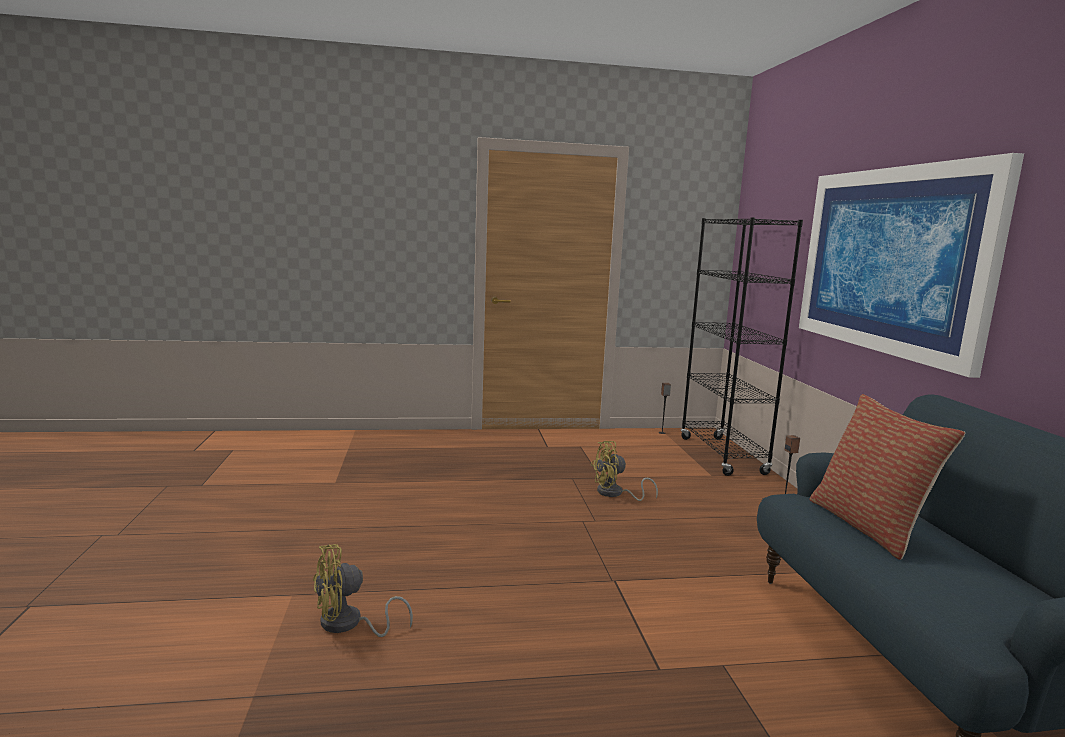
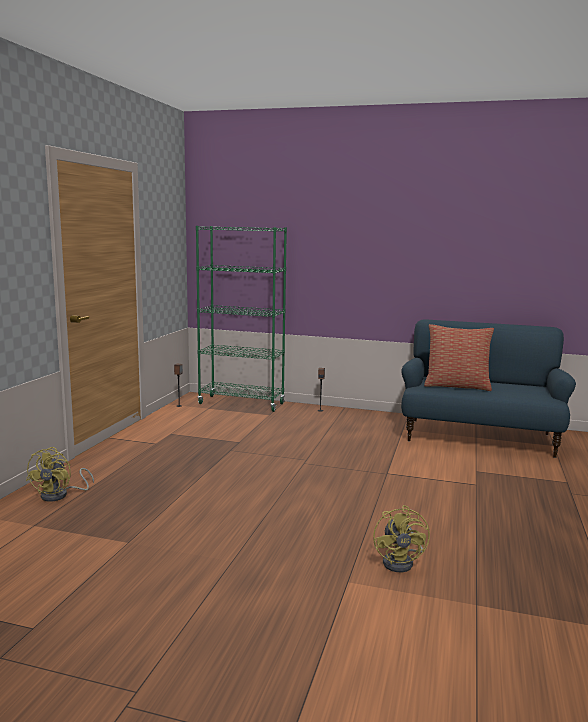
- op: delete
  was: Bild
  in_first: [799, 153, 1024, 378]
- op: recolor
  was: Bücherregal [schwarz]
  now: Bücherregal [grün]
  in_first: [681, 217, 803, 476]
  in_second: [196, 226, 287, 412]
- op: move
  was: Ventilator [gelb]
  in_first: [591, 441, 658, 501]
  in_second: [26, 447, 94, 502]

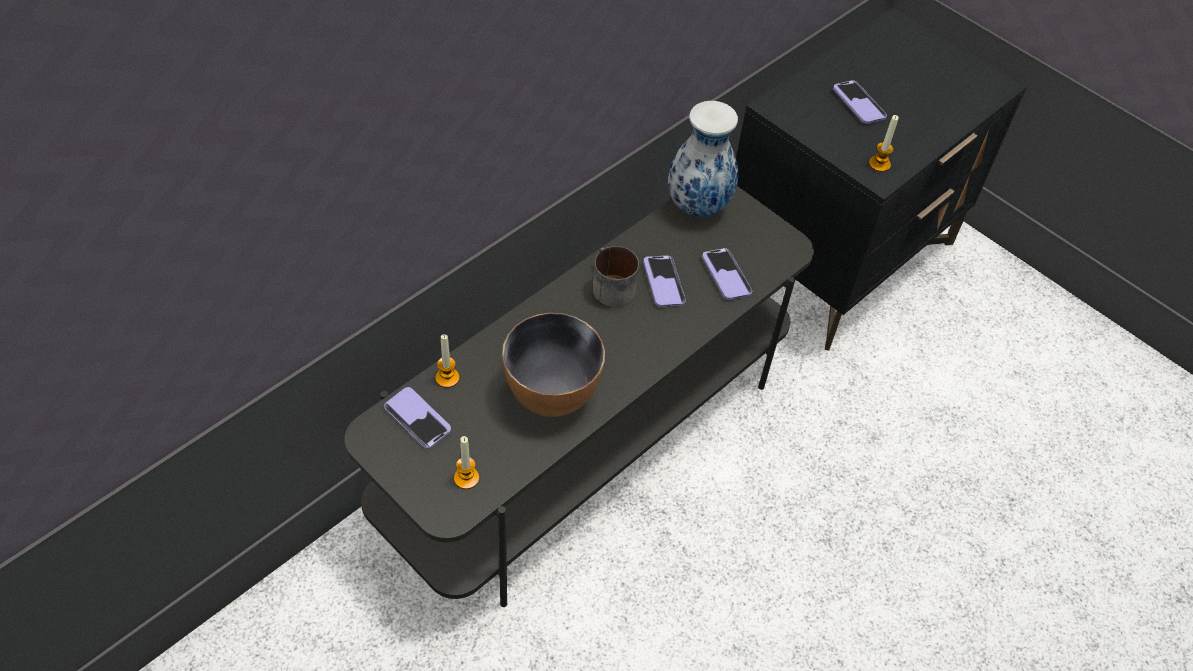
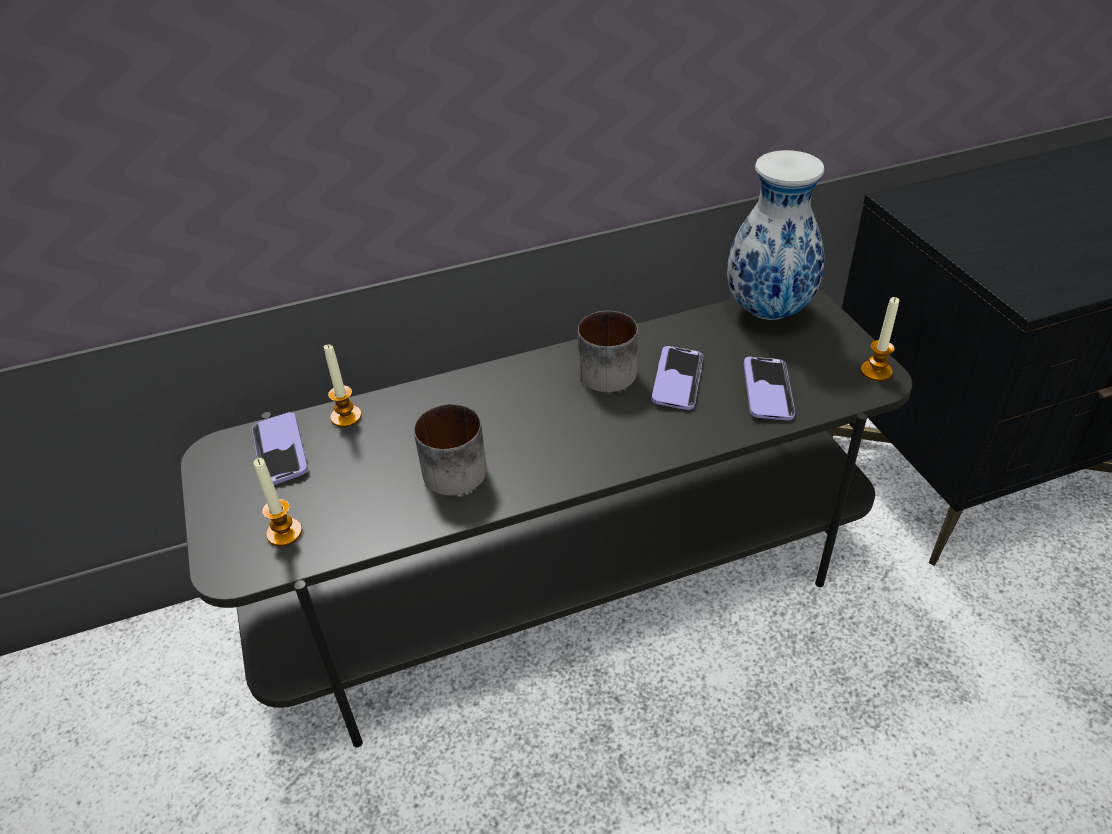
- op: delete
  was: Handy
  in_first: [833, 80, 887, 124]
- op: move
  was: Kerze
  in_first: [869, 115, 899, 172]
  in_second: [861, 297, 899, 381]
- op: replace
  was: Schüssel
  now: Henkelbecher
  in_first: [502, 313, 605, 417]
  in_second: [414, 404, 487, 496]

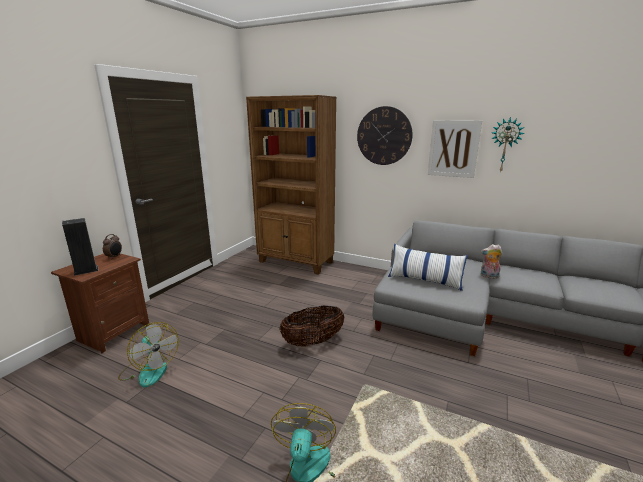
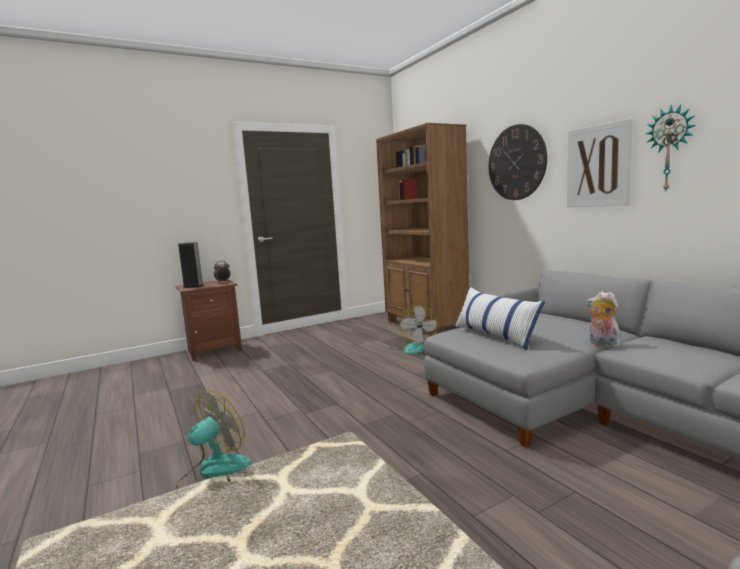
- op: delete
  was: Korb
  in_first: [279, 306, 345, 346]
- op: move
  was: Ventilator
  in_first: [118, 322, 179, 387]
  in_second: [390, 305, 438, 355]

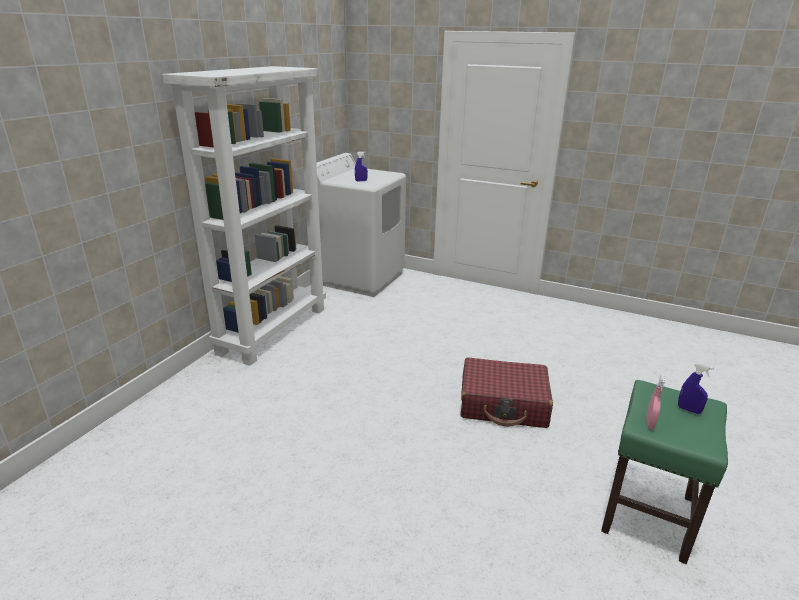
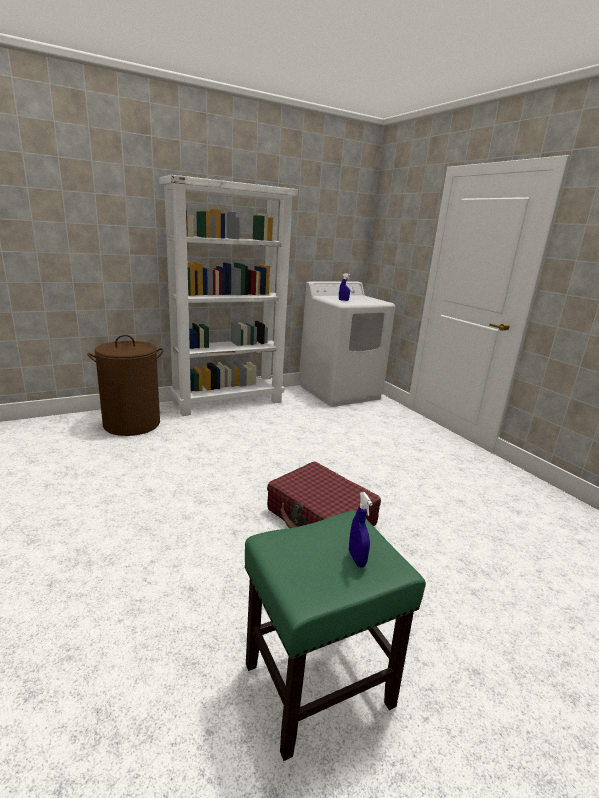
- op: delete
  was: Sprühflasche [rosa]
  in_first: [646, 374, 665, 429]
- op: insert
  now: Wäschekorb [braun]
  in_second: [87, 335, 163, 436]

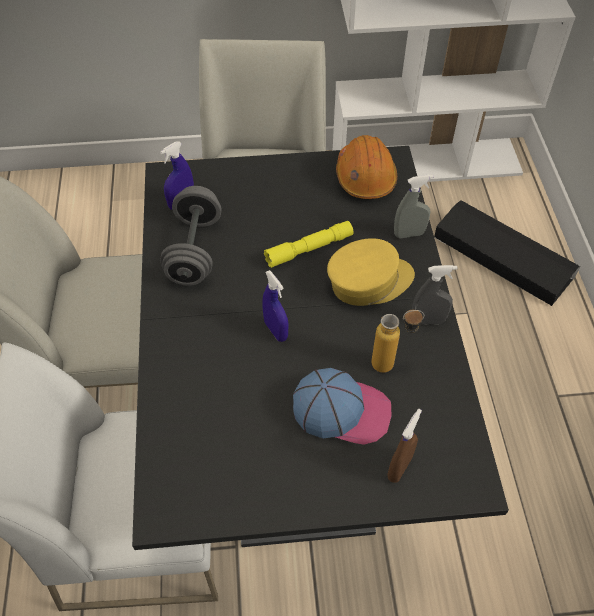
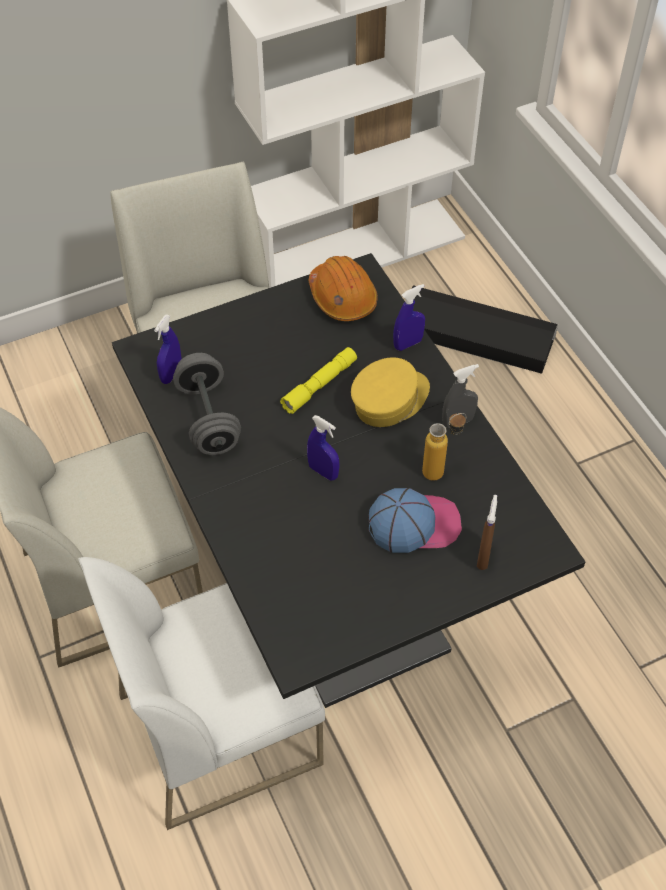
- op: recolor
  was: Sprühflasche [grau]
  now: Sprühflasche [blau]
  in_first: [394, 175, 434, 238]
  in_second: [393, 284, 425, 351]

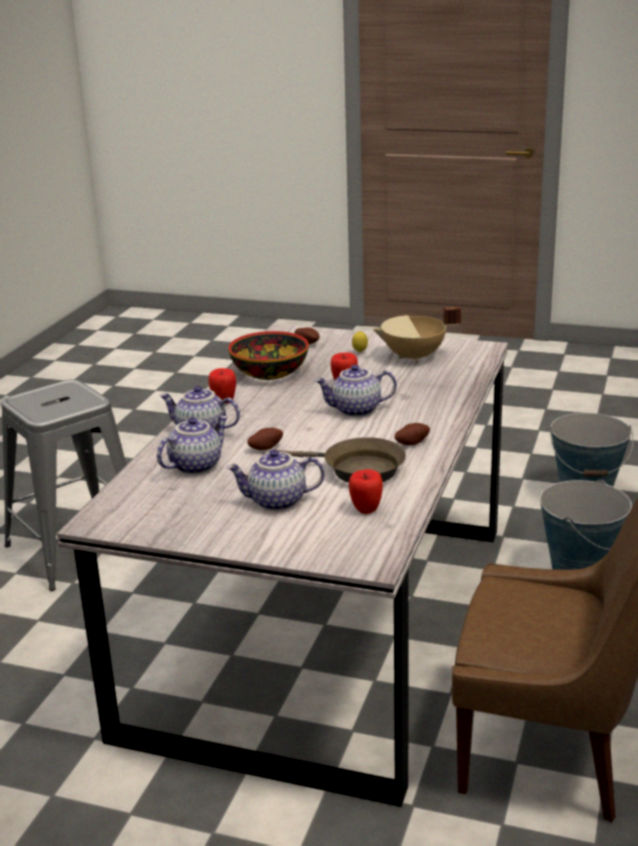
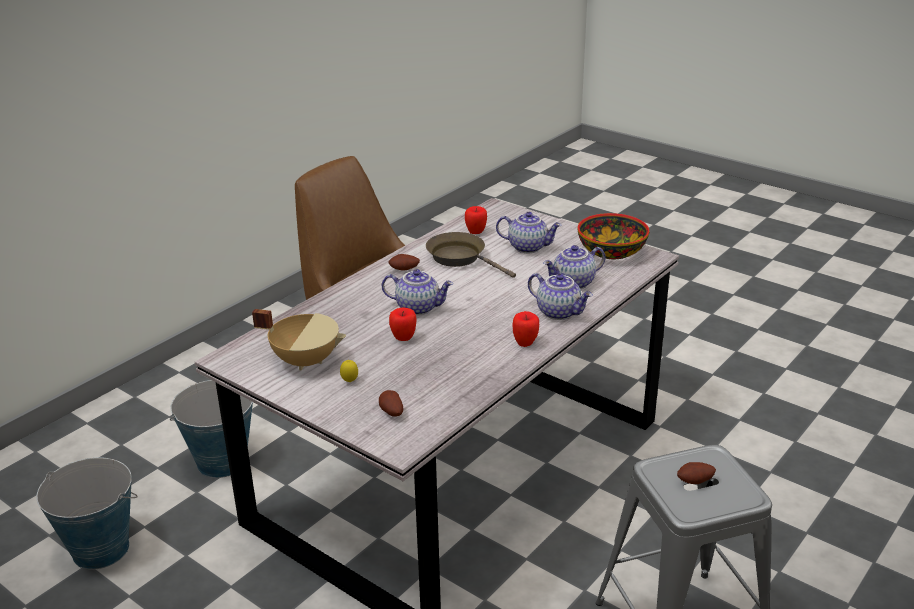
- op: move
  was: Schüssel
  in_first: [228, 331, 309, 380]
  in_second: [577, 213, 649, 259]
- op: move
  was: Kartoffel
  in_first: [247, 428, 283, 450]
  in_second: [677, 462, 716, 484]

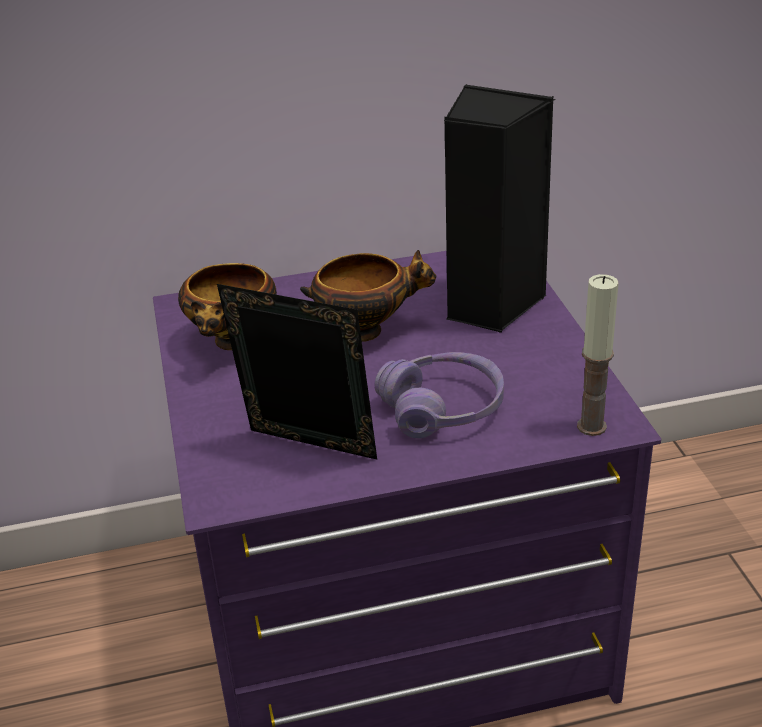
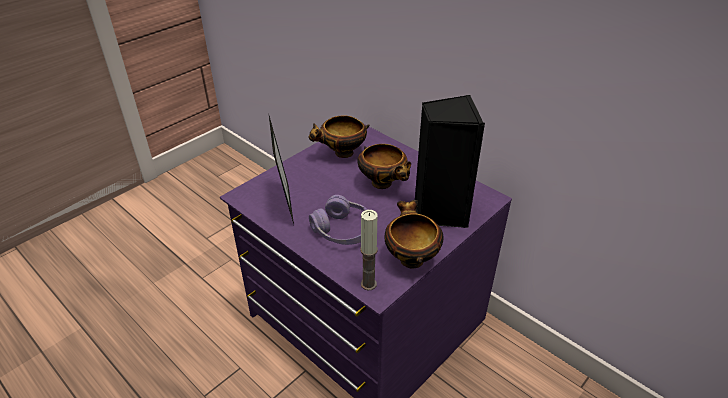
- op: insert
  now: Schüssel
  in_second: [384, 200, 443, 268]

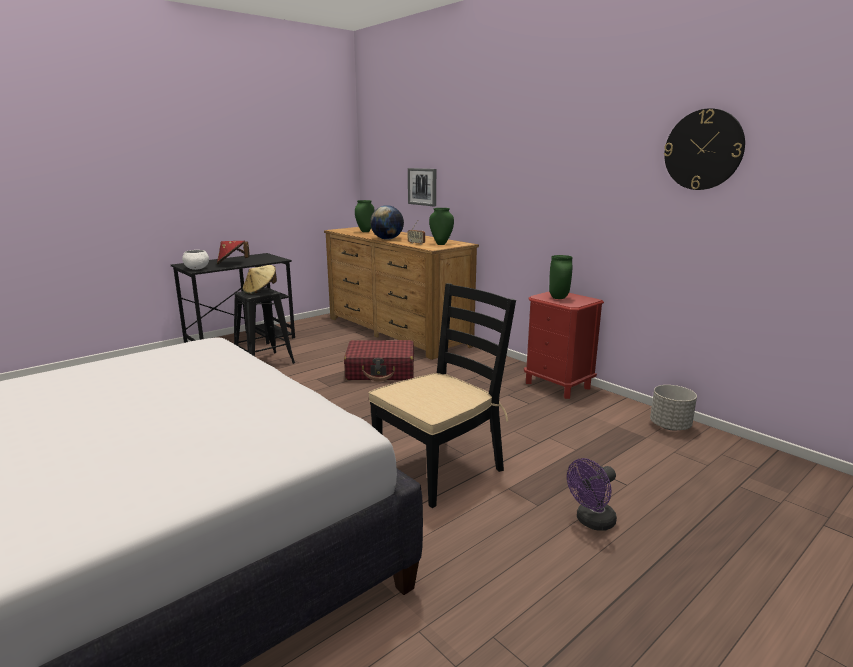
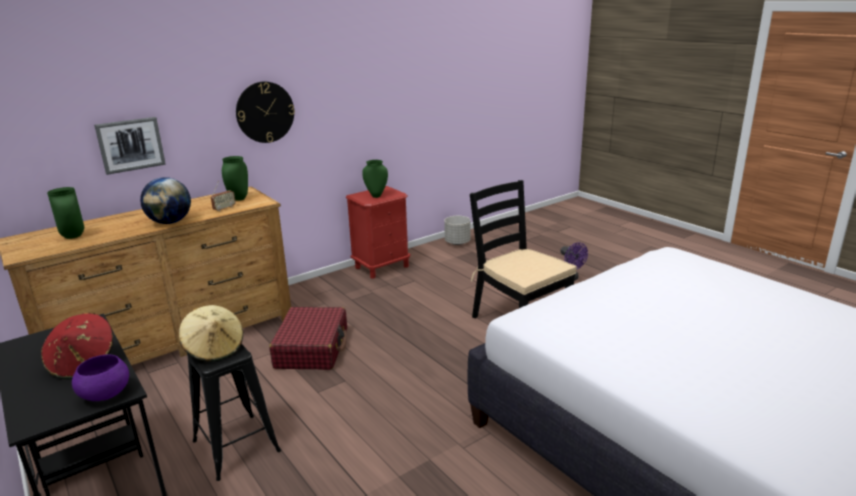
- op: move
  was: Wanduhr
  in_first: [664, 108, 745, 190]
  in_second: [236, 82, 295, 143]
- op: recolor
  was: Schüssel [weiß]
  now: Schüssel [lila]
  in_first: [182, 250, 209, 270]
  in_second: [72, 354, 129, 401]

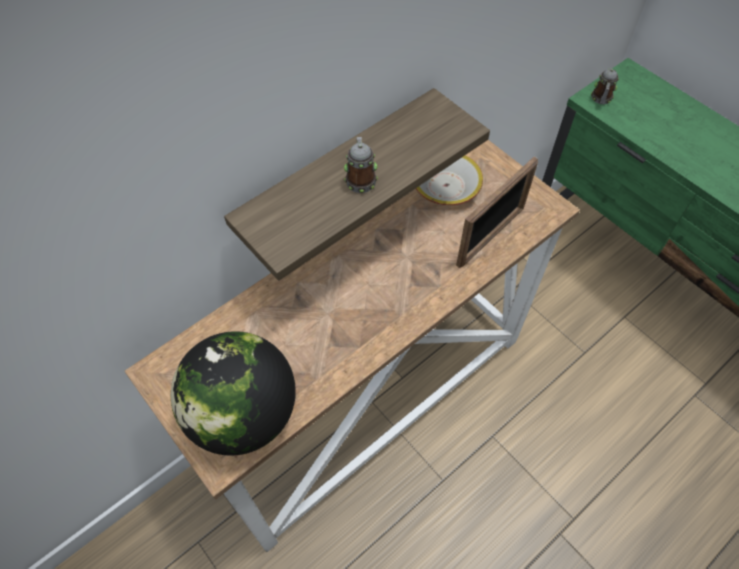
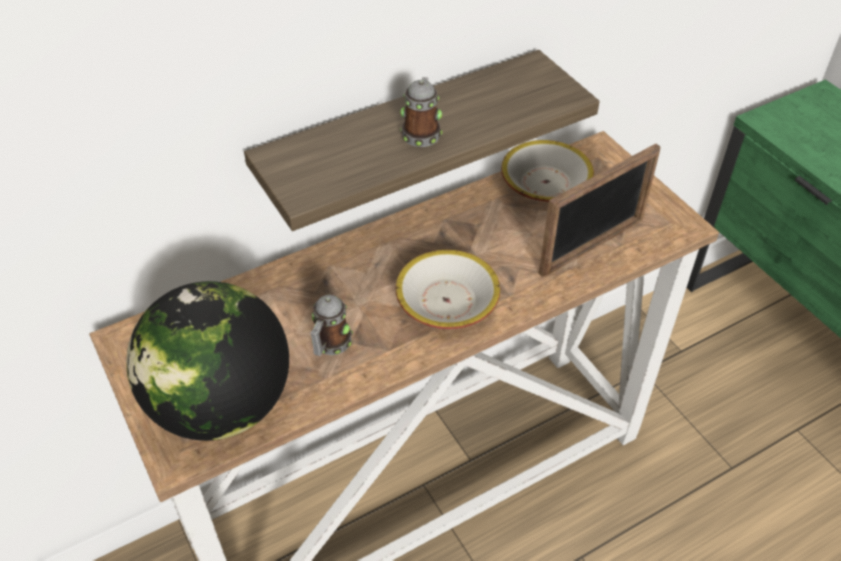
- op: move
  was: Henkelbecher
  in_first: [591, 69, 619, 104]
  in_second: [310, 295, 353, 357]
- op: insert
  now: Schüssel
  in_second: [396, 249, 500, 329]

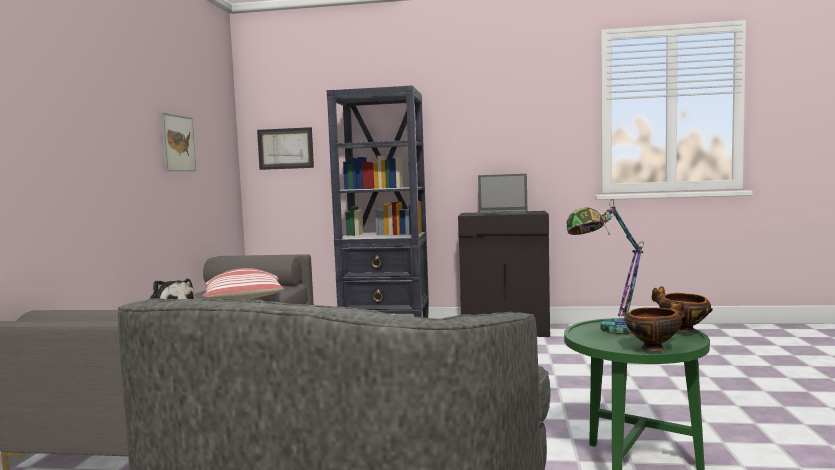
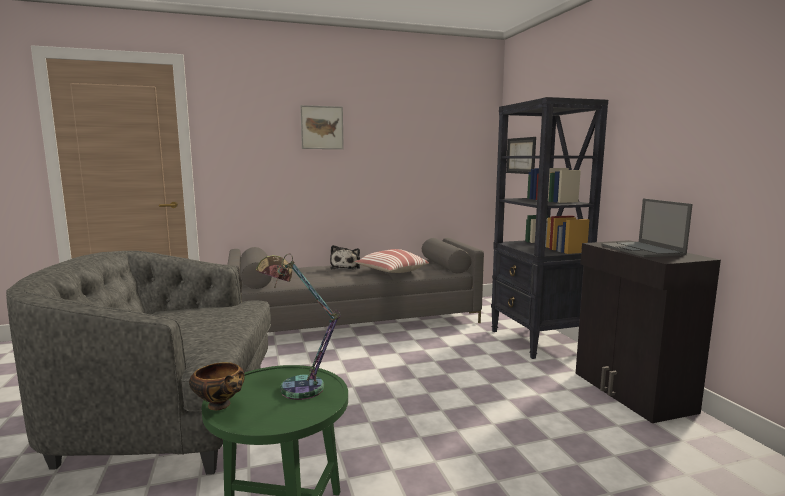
- op: move
  was: Bild
  in_first: [161, 112, 196, 171]
  in_second: [300, 105, 344, 149]
- op: delete
  was: Schüssel
  in_first: [652, 286, 713, 333]

